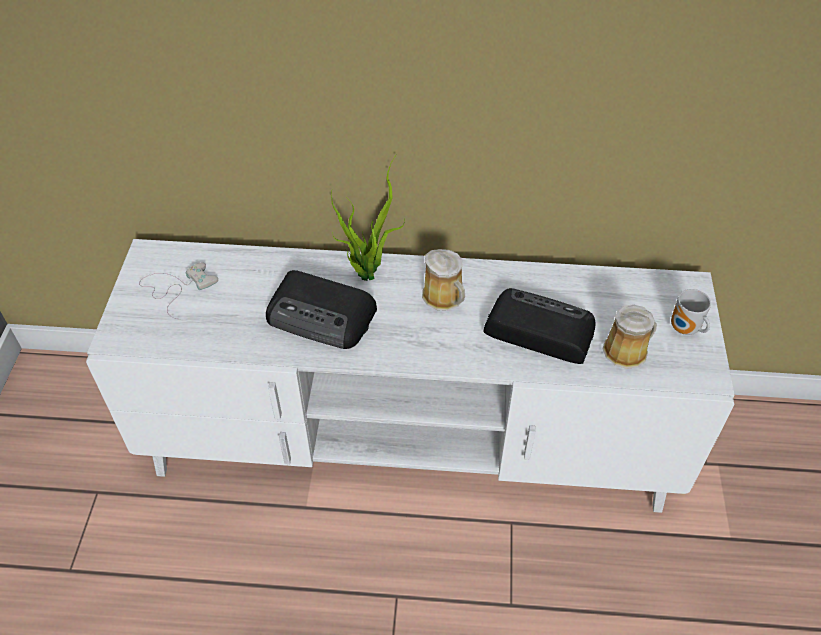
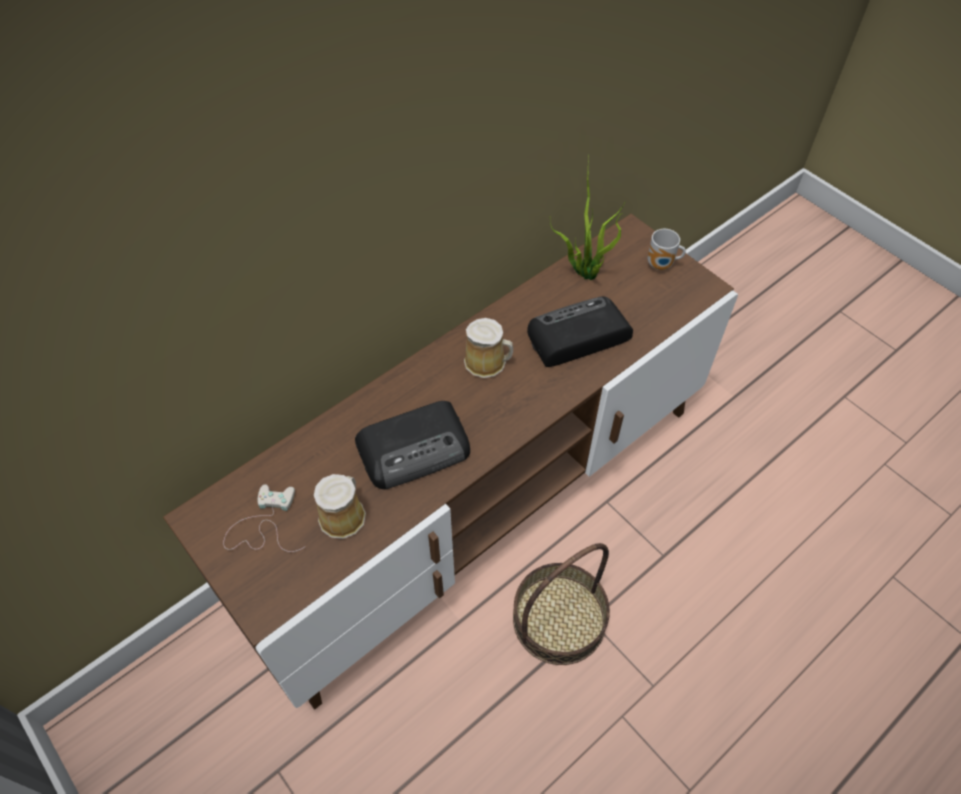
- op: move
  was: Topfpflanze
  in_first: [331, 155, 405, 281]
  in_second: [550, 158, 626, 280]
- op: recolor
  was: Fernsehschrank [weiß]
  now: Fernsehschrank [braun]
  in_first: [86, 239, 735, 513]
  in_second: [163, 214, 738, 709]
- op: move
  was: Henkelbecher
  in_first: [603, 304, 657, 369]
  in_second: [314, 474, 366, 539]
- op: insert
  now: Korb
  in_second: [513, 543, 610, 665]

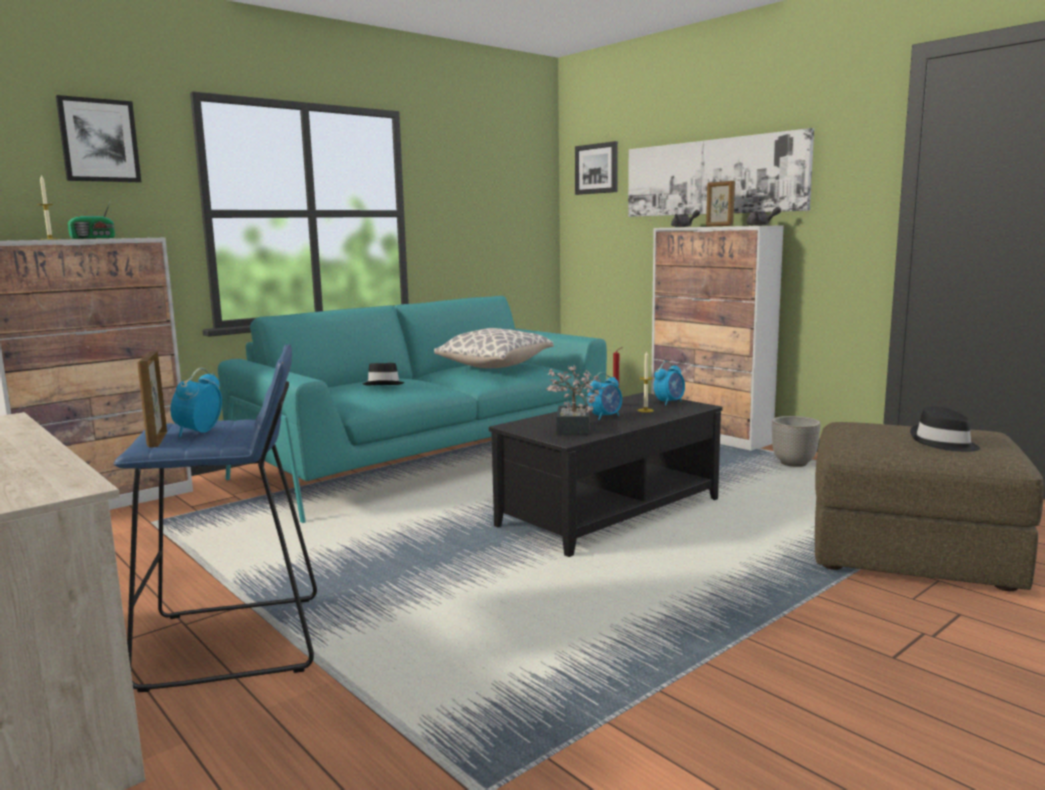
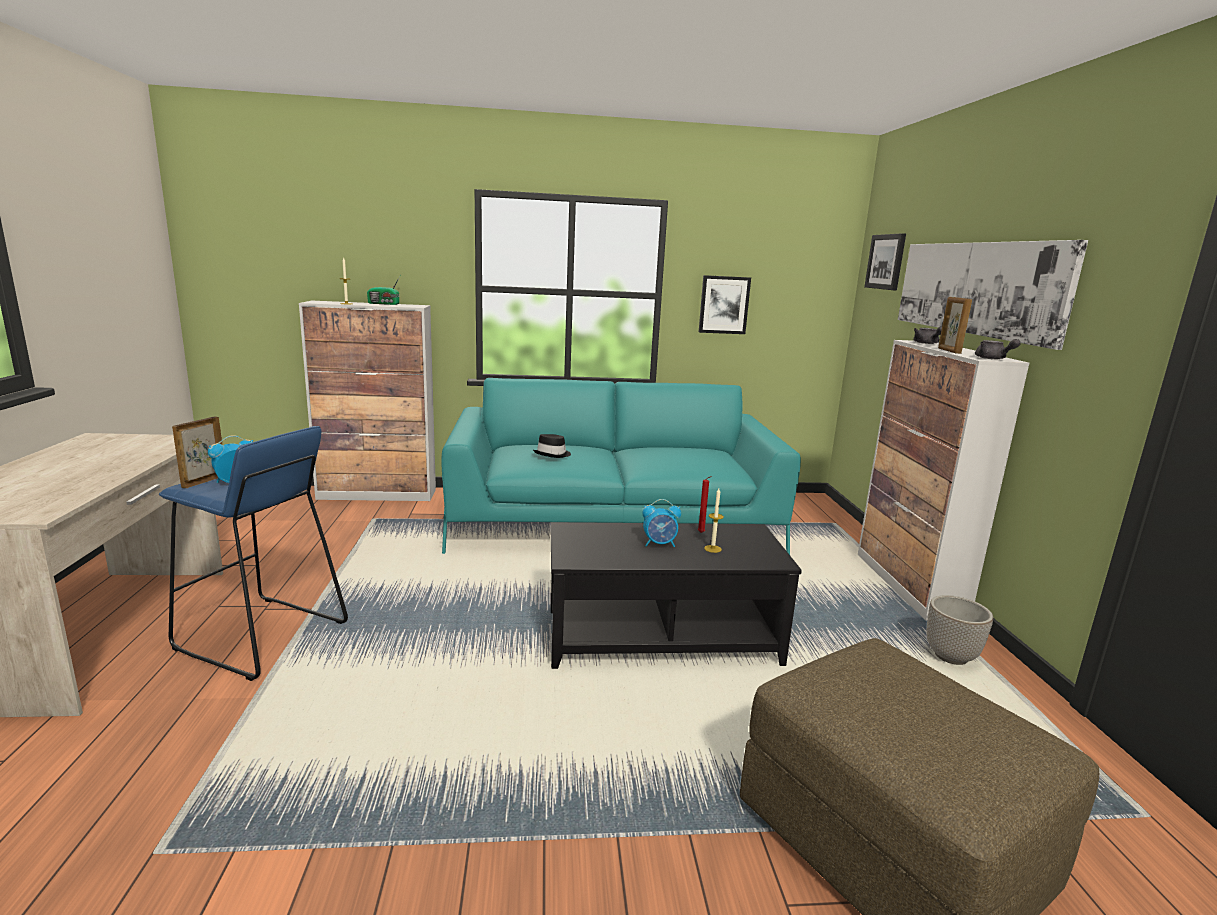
- op: move
  was: Bild
  in_first: [56, 95, 141, 182]
  in_second: [699, 275, 751, 334]
- op: delete
  was: Kissen
  in_first: [434, 328, 554, 368]
- op: delete
  was: Wecker
  in_first: [654, 361, 685, 406]
- op: delete
  was: Topfpflanze
  in_first: [546, 365, 605, 435]
- op: delete
  was: Hut [schwarz]
  in_first: [910, 406, 980, 452]

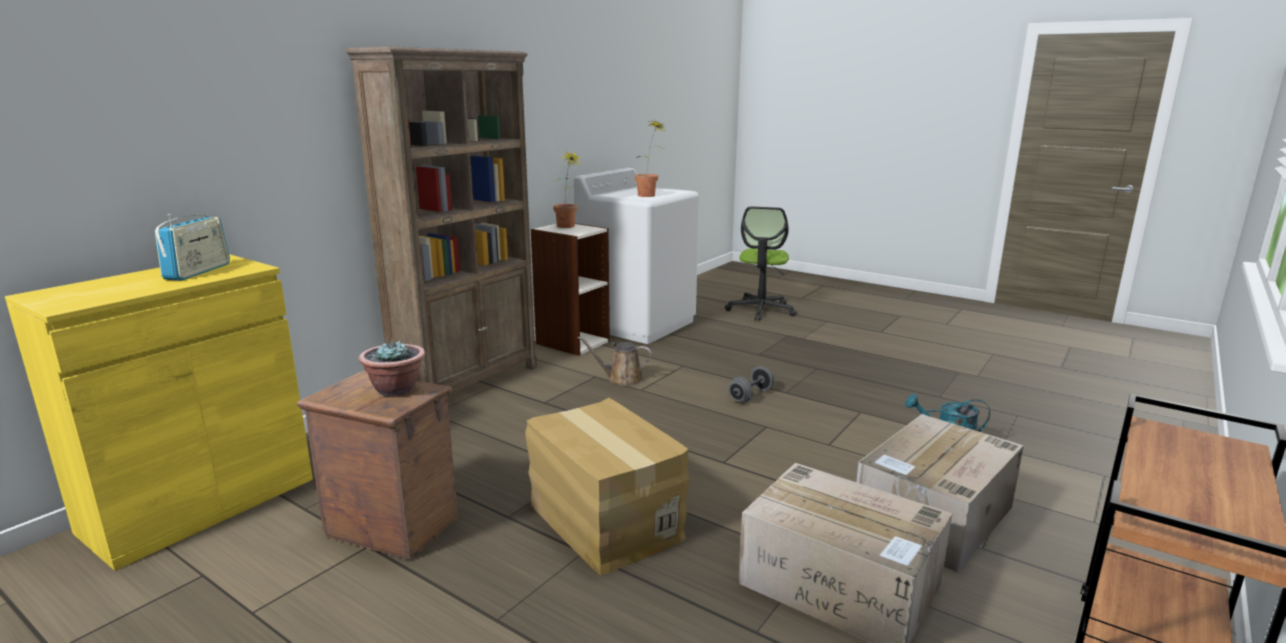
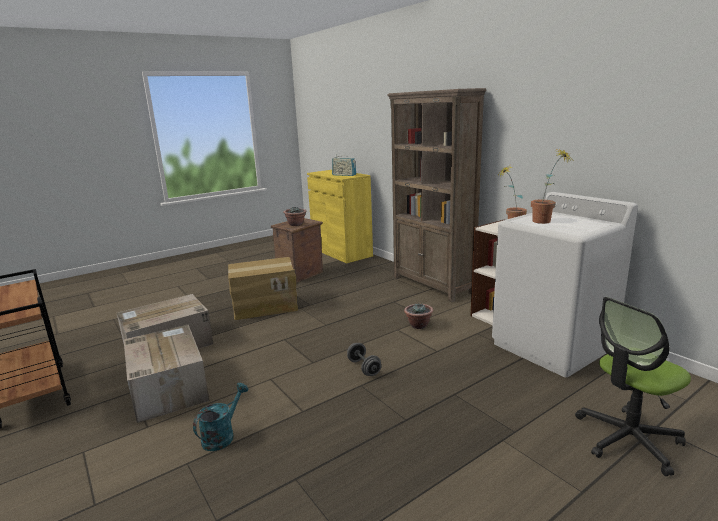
- op: rotate
  was: Bürostuhl
  in_first: [725, 206, 797, 321]
  in_second: [575, 297, 691, 476]
  clockwise: -60
- op: replace
  was: Gießkanne [braun]
  now: Topfpflanze
  in_first: [578, 336, 652, 386]
  in_second: [404, 303, 433, 329]

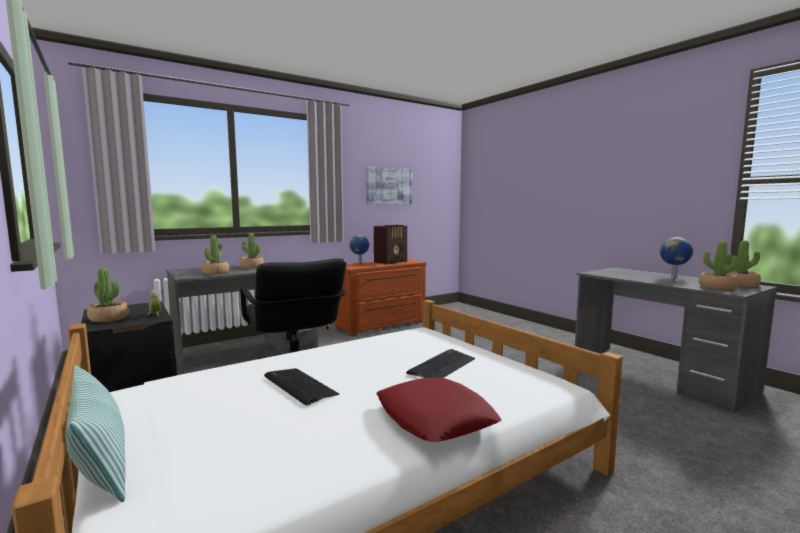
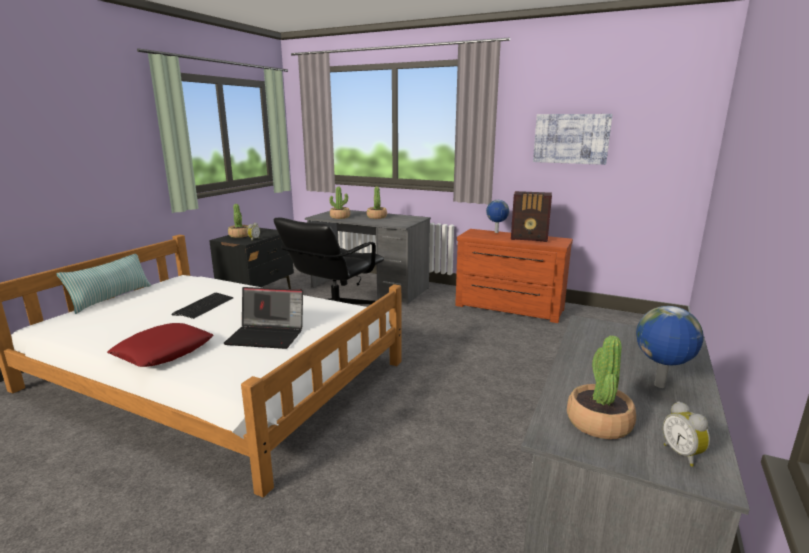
- op: replace
  was: Topfpflanze
  now: Wecker
  in_first: [726, 240, 761, 287]
  in_second: [663, 401, 710, 466]
- op: replace
  was: Tastatur
  now: Laptop
  in_first: [406, 349, 475, 378]
  in_second: [224, 287, 303, 349]

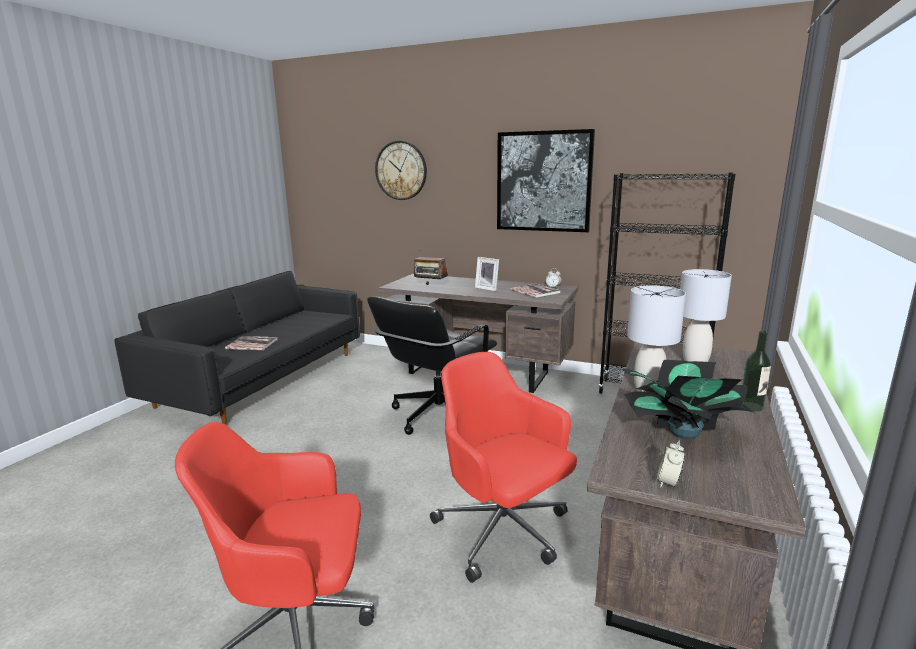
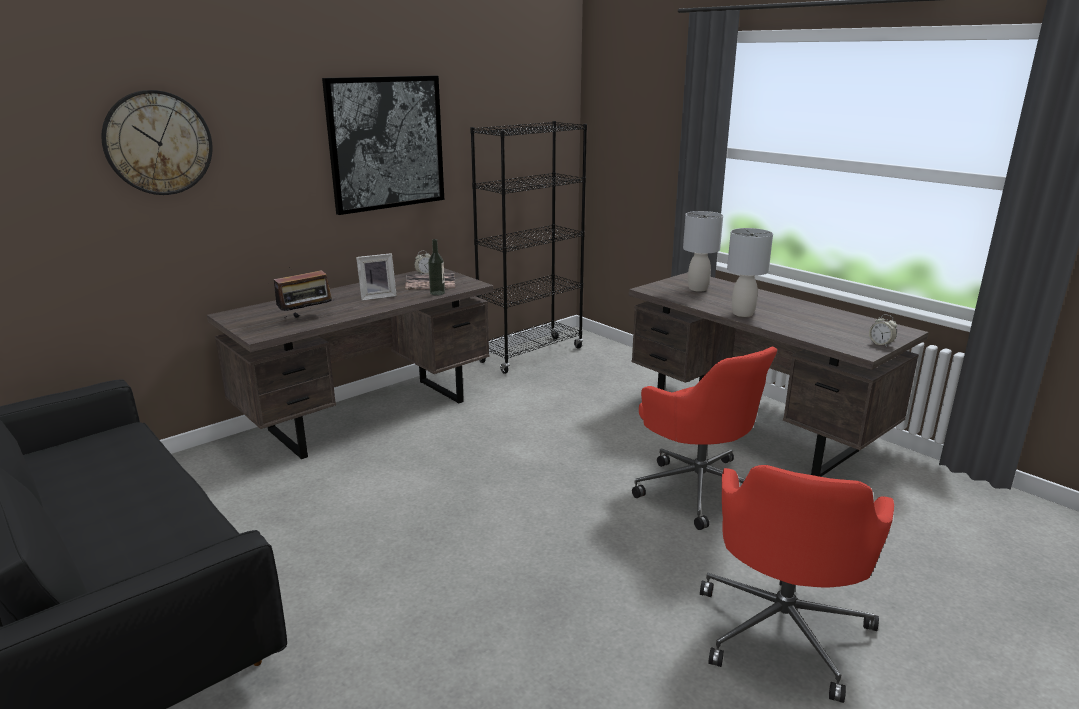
- op: delete
  was: Bürostuhl [schwarz]
  in_first: [367, 296, 497, 435]
- op: move
  was: Flasche
  in_first: [742, 331, 771, 411]
  in_second: [428, 239, 445, 295]
- op: delete
  was: Buch
  in_first: [225, 336, 277, 350]
- op: rotate
  was: Bürostuhl [rot]
  in_first: [430, 352, 577, 583]
  in_second: [632, 347, 777, 530]
  clockwise: -105
- op: delete
  was: Topfpflanze
  in_first: [622, 360, 757, 439]

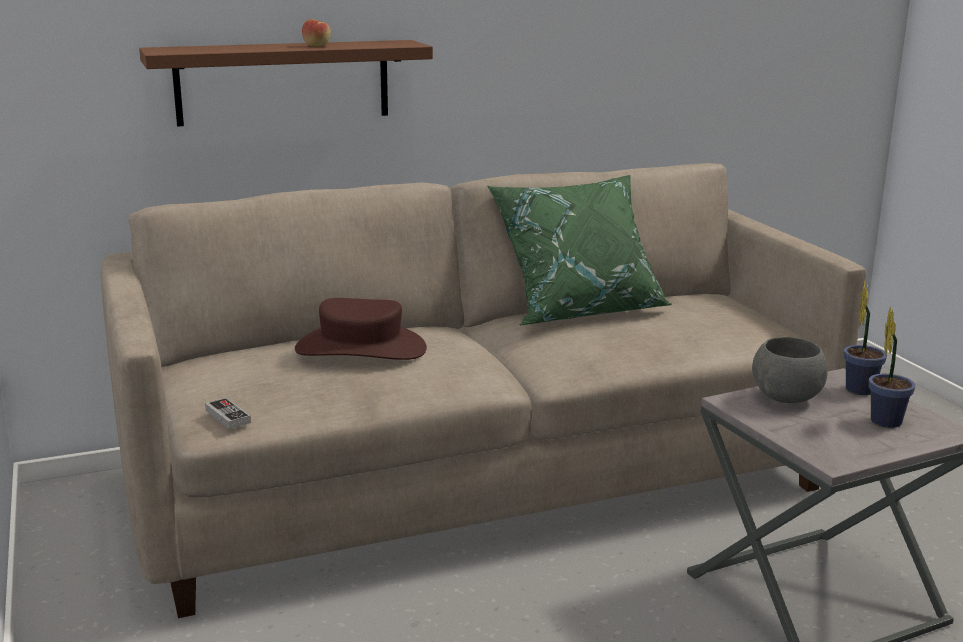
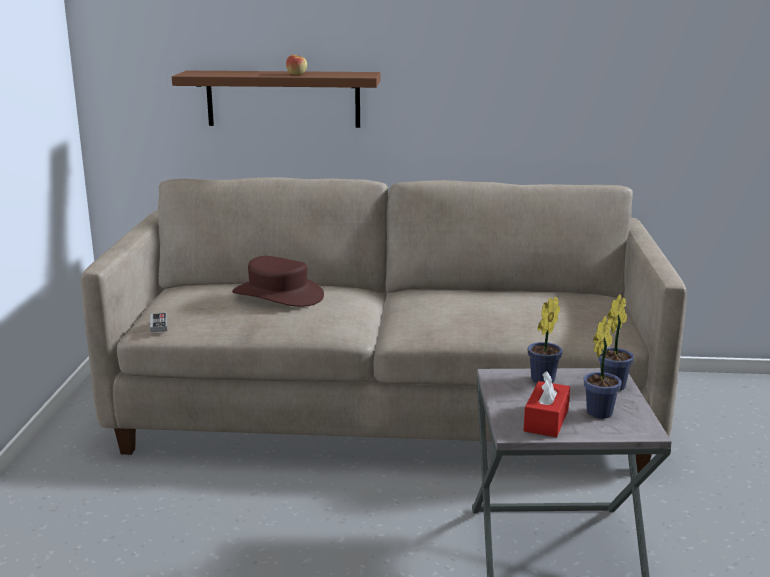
- op: delete
  was: Kissen [grün]
  in_first: [487, 175, 672, 325]
- op: replace
  was: Schüssel [grau]
  now: Topfpflanze
  in_first: [752, 337, 828, 403]
  in_second: [527, 297, 563, 383]
- op: insert
  now: Taschentuchbox [rot]
  in_second: [523, 371, 570, 437]

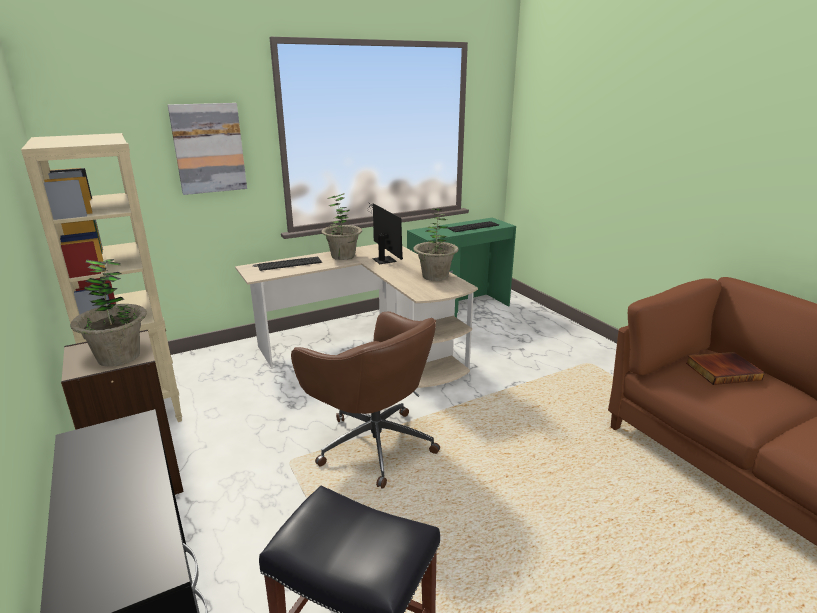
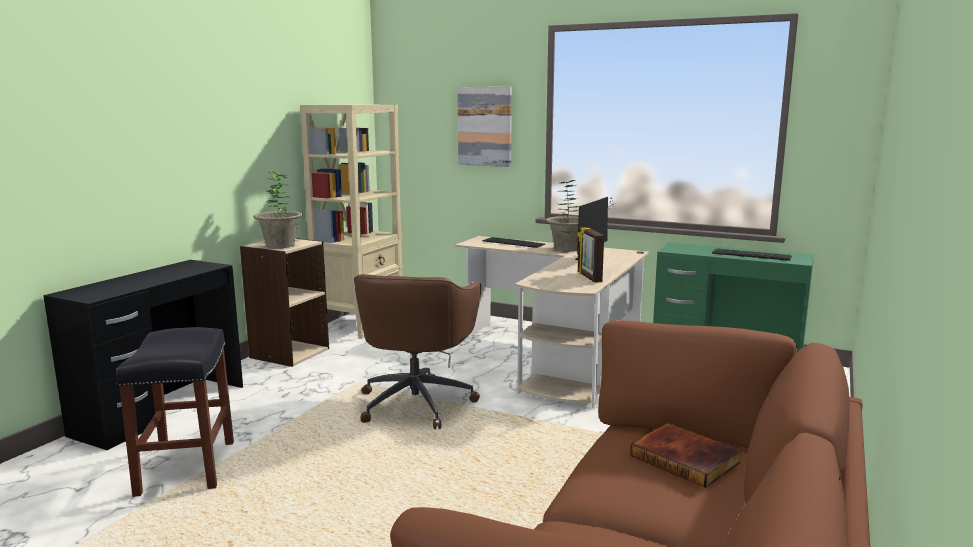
- op: replace
  was: Topfpflanze
  now: Bilderrahmen
  in_first: [413, 208, 459, 281]
  in_second: [577, 227, 604, 283]

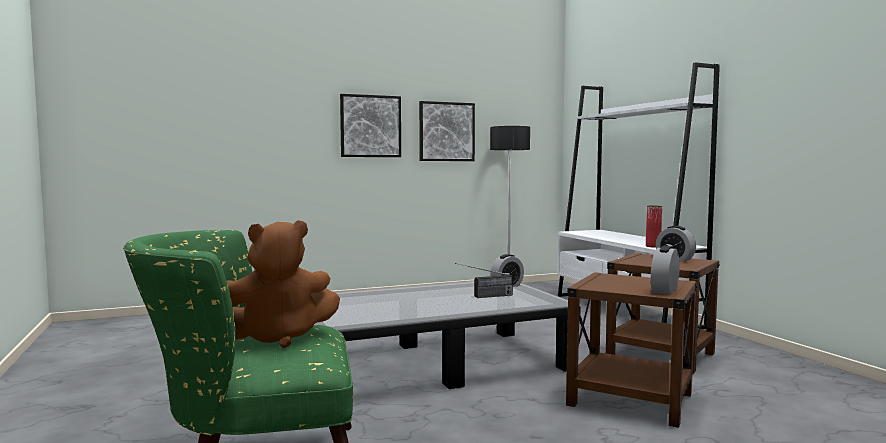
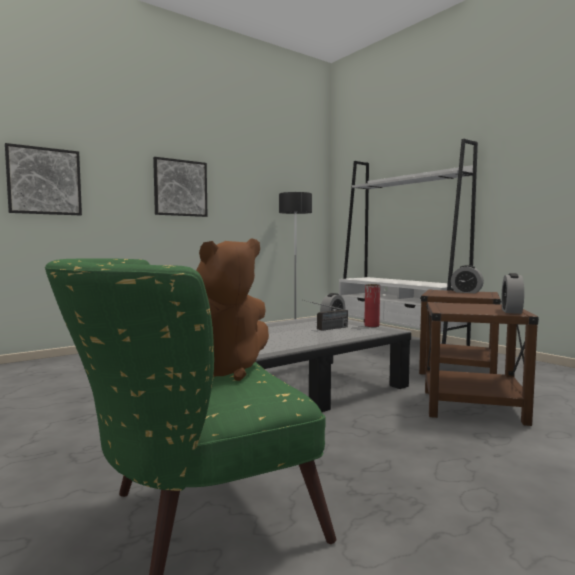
- op: move
  was: Bild
  in_first: [419, 101, 475, 161]
  in_second: [5, 143, 82, 215]
- op: move
  was: Vase [rot]
  in_first: [646, 206, 662, 248]
  in_second: [364, 284, 380, 327]

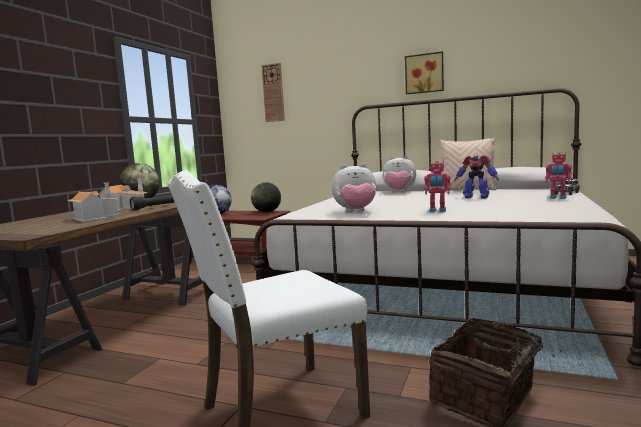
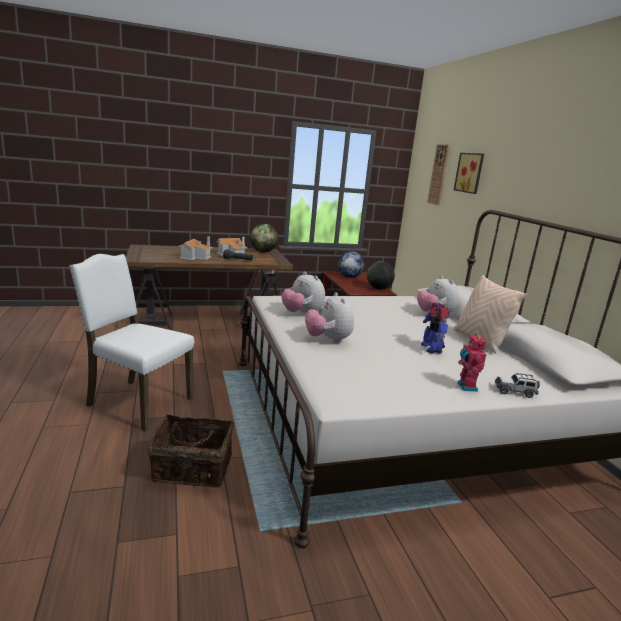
- op: move
  was: Bild
  in_first: [405, 51, 444, 94]
  in_second: [454, 153, 484, 194]
- op: replace
  was: Spielzeugroboter
  now: Plüschtier
  in_first: [424, 161, 451, 212]
  in_second: [305, 292, 354, 343]

